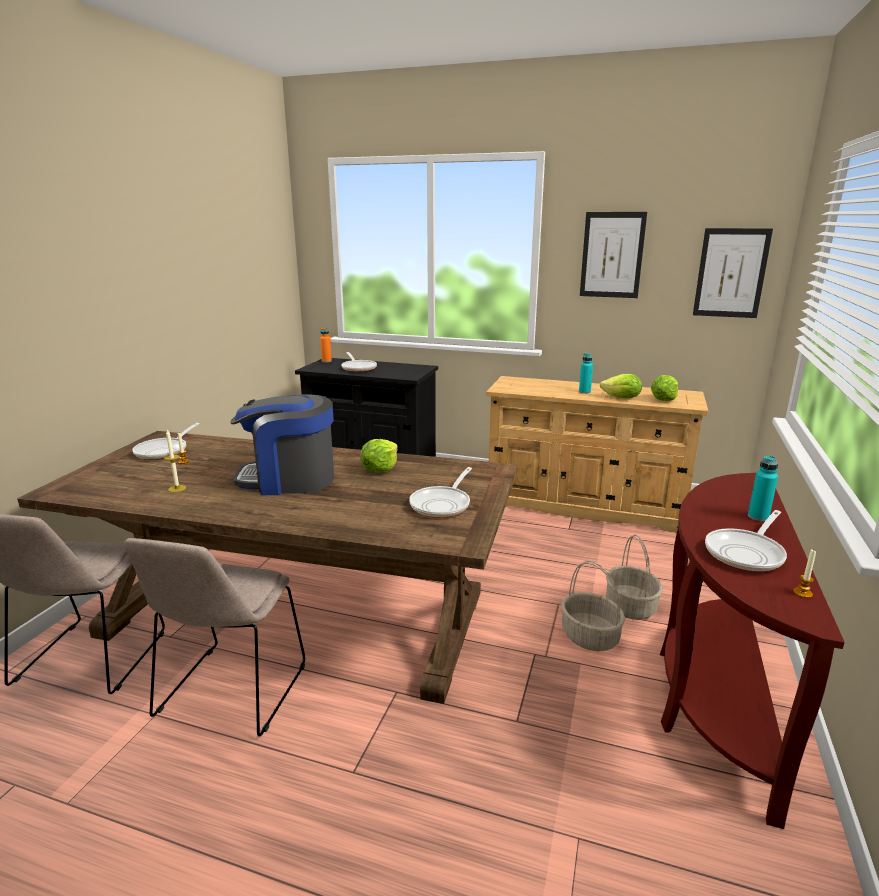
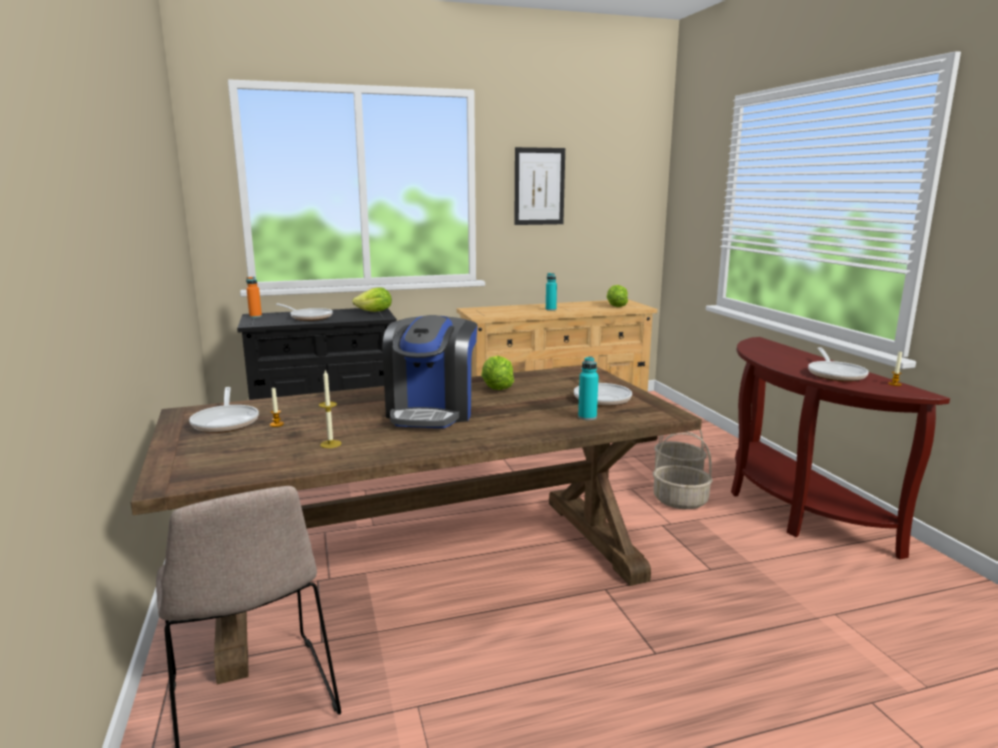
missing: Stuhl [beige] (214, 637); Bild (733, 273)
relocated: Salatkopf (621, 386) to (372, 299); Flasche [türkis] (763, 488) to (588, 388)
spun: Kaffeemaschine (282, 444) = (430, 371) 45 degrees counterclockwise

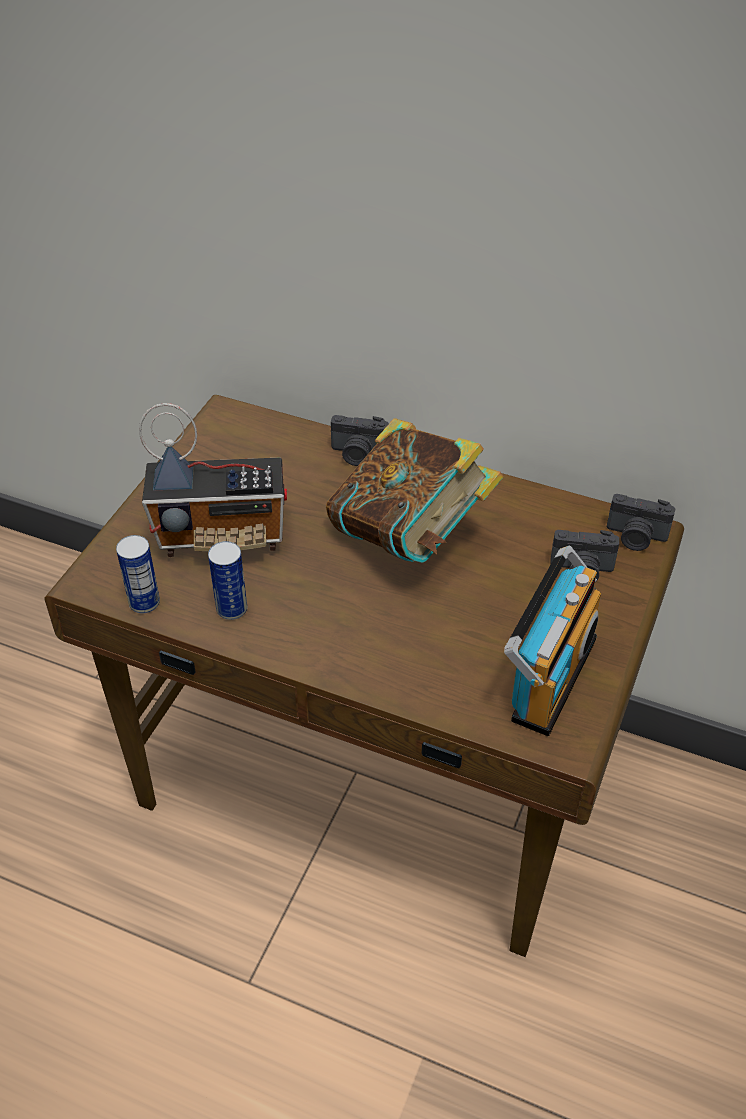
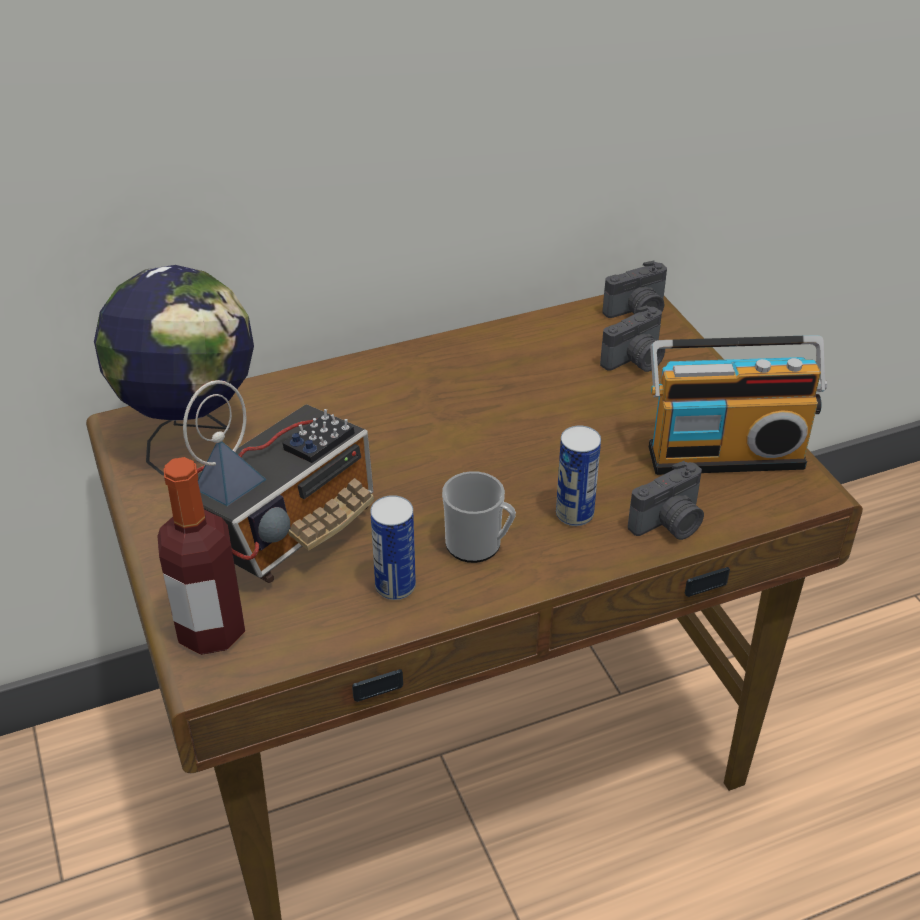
missing: Buch (414, 490)
appeared: Globus (174, 370); Flasche (201, 556); Henkelbecher (479, 517)
relocated: Dose (138, 574) to (578, 475); Kamera (360, 440) to (666, 500)
spun: Radio (552, 641) = (738, 405) 105 degrees clockwise

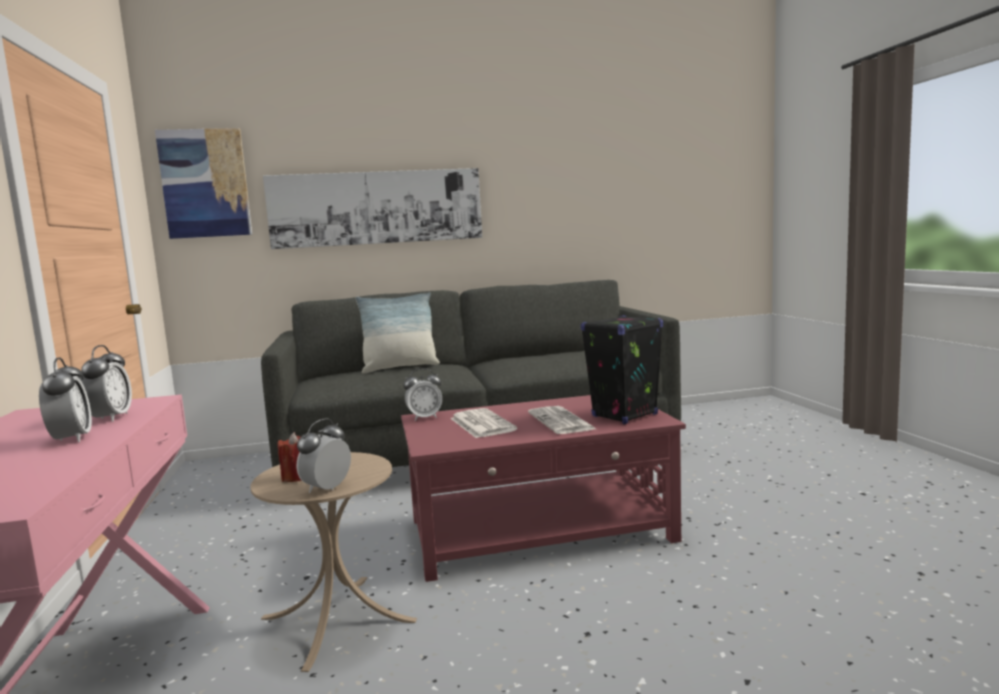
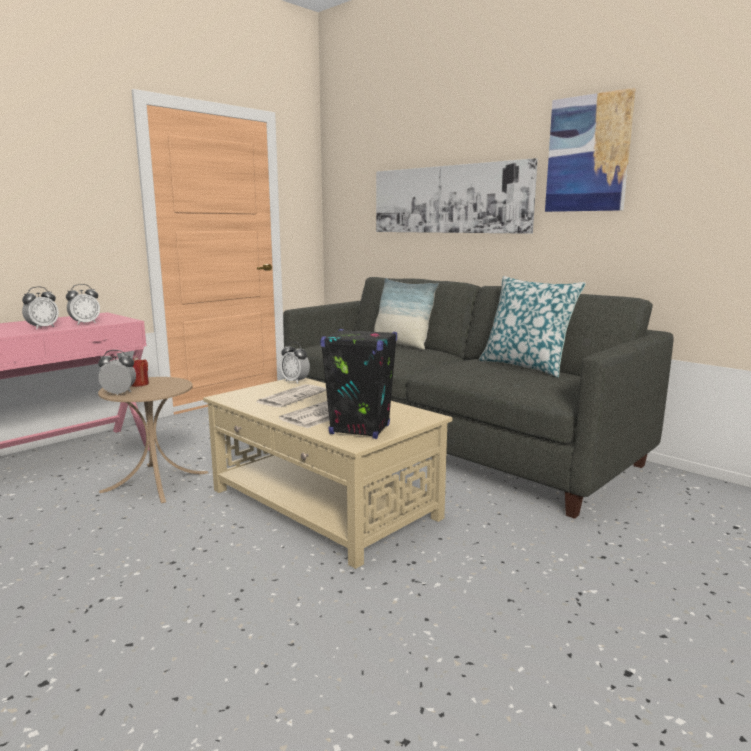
appeared: Kissen (532, 326)
relocated: Bild (203, 183) to (590, 150)
colour: Couchtisch [rot] (543, 488) to Couchtisch [beige] (327, 473)

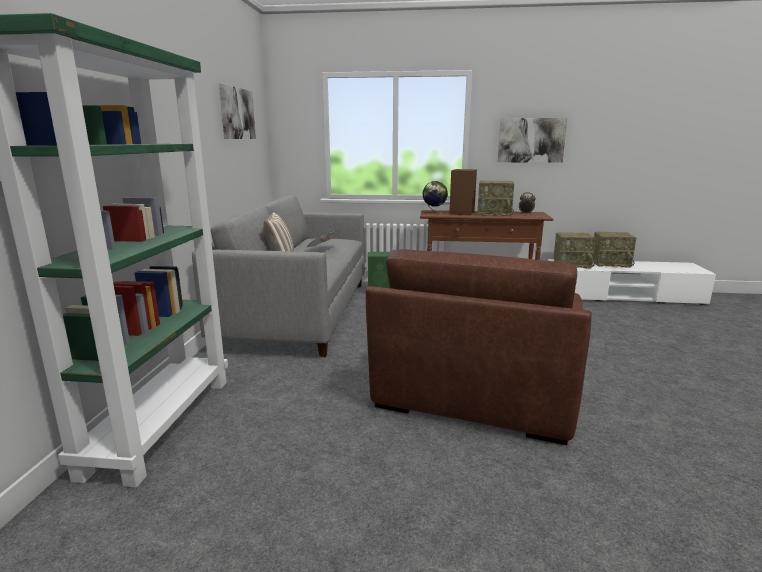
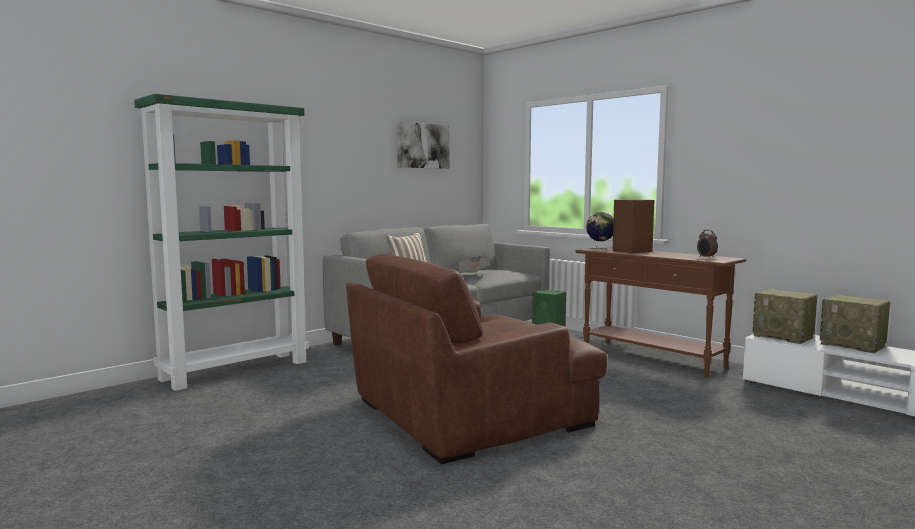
missing: Radio (496, 198); Bild (532, 140)

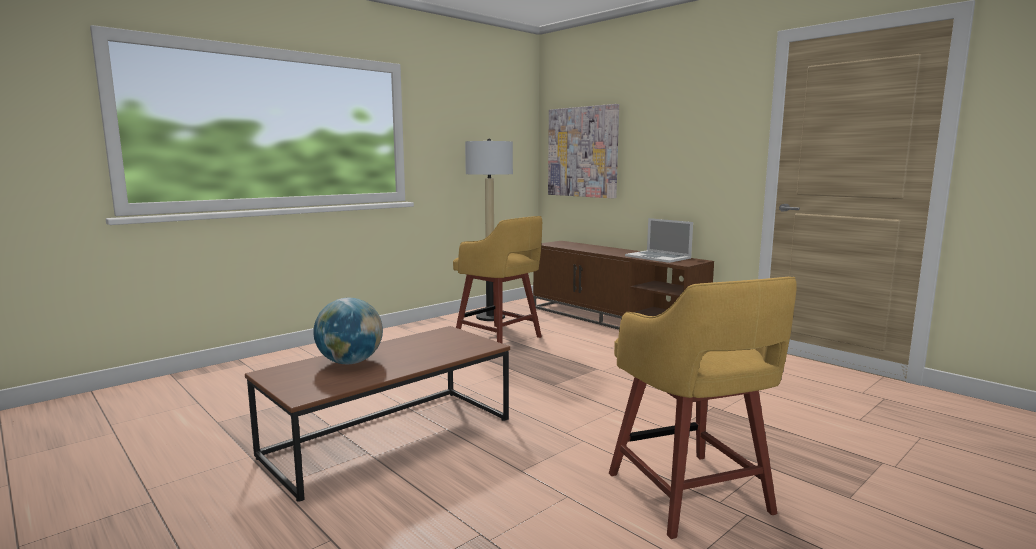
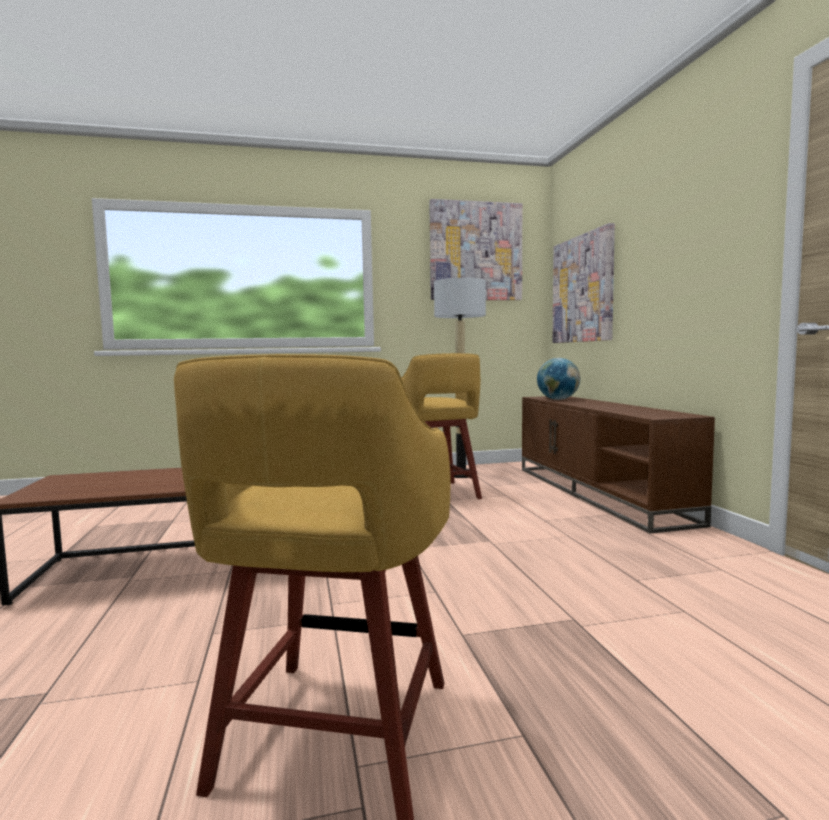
missing: Laptop (659, 240)
appeared: Bild (475, 249)
relocated: Globus (348, 331) to (558, 379)

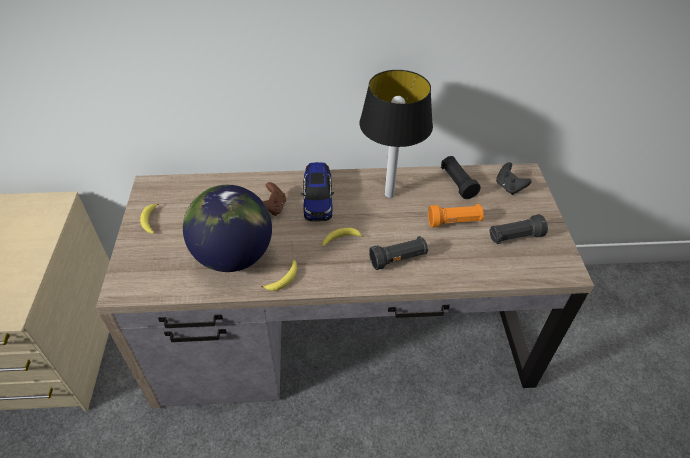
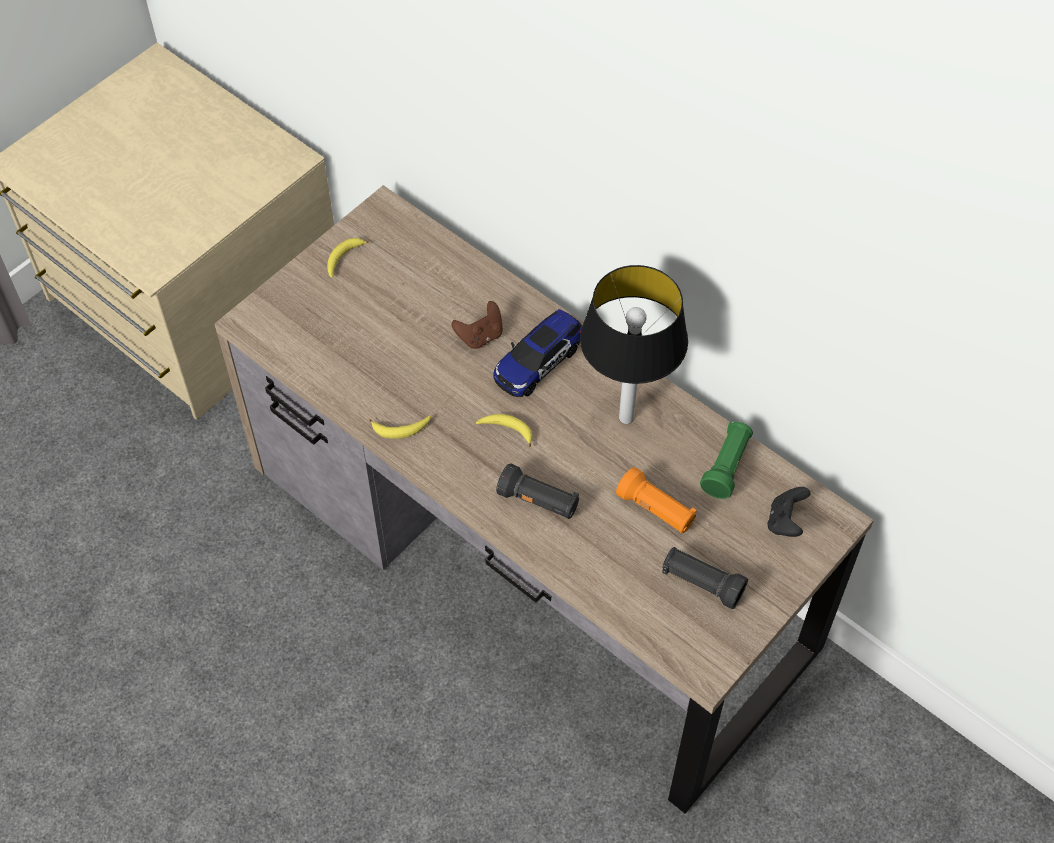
missing: Globus (227, 228)
colour: Taschenlampe [schwarz] (461, 177) to Taschenlampe [grün] (726, 460)

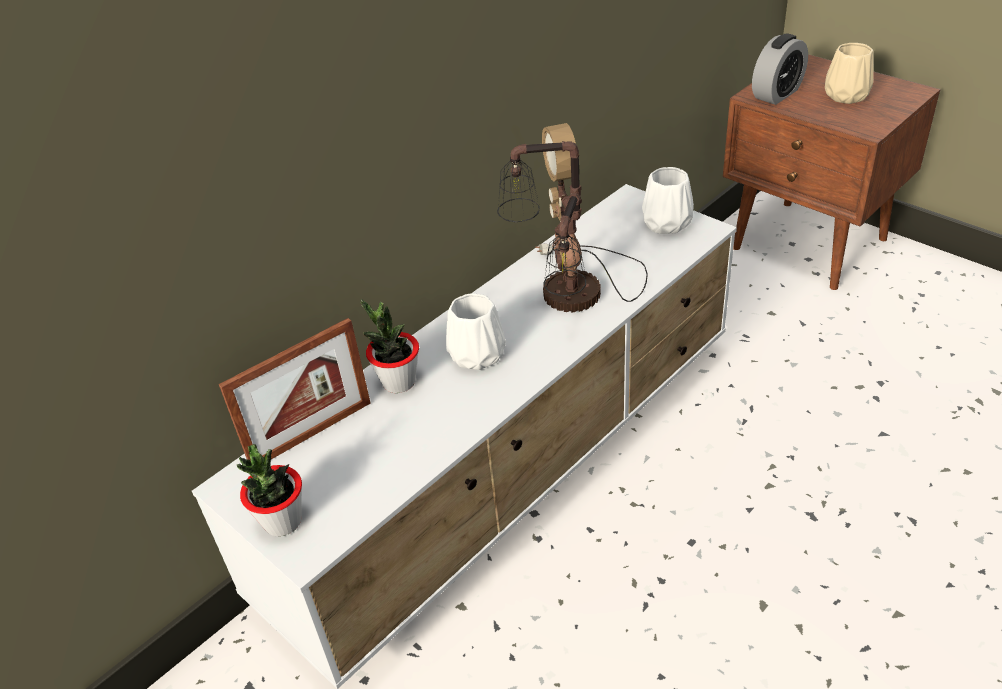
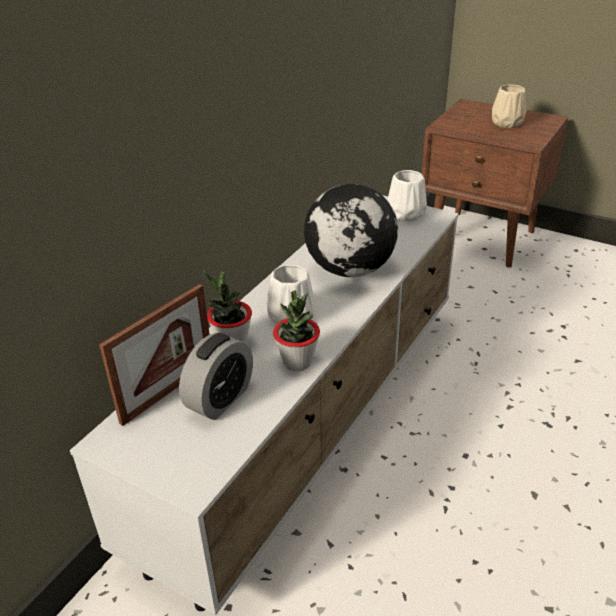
relocated: Topfpflanze (269, 490) to (296, 330); Wecker (780, 69) to (216, 376)
exchanged: Tischlampe (572, 218) to Globus (351, 230)

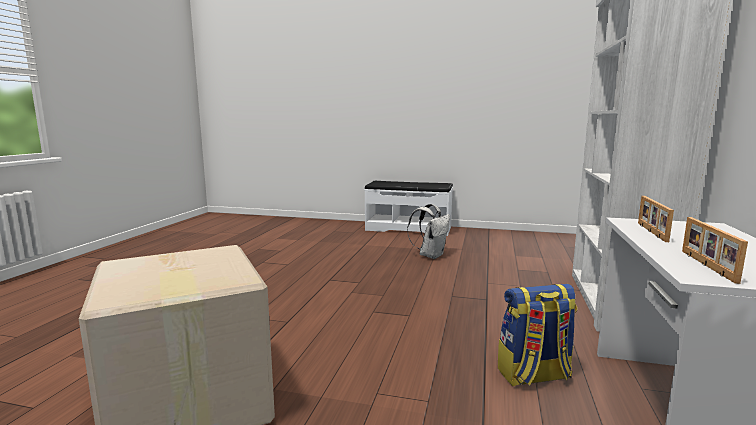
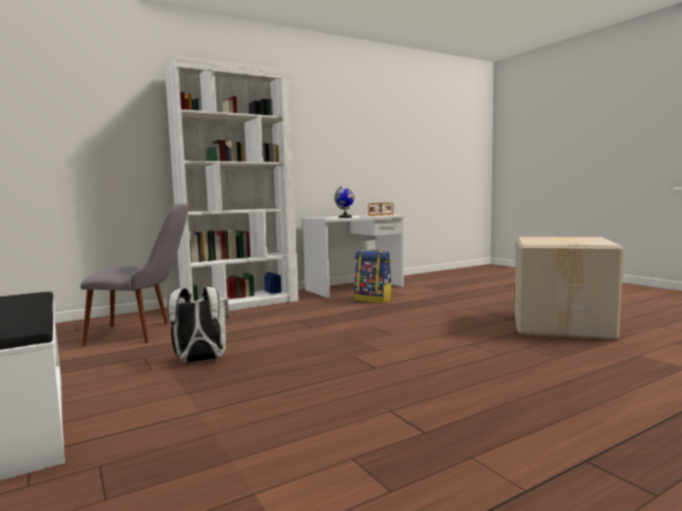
appeared: Stuhl [grau] (134, 274)
exchanged: Bilderrahmen (656, 219) to Globus (344, 202)

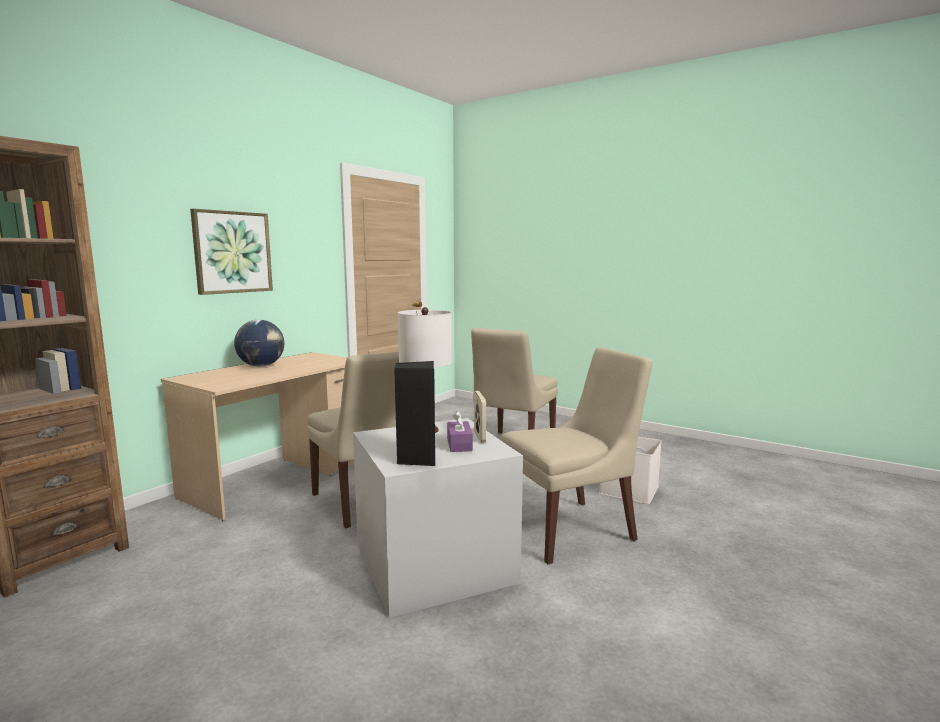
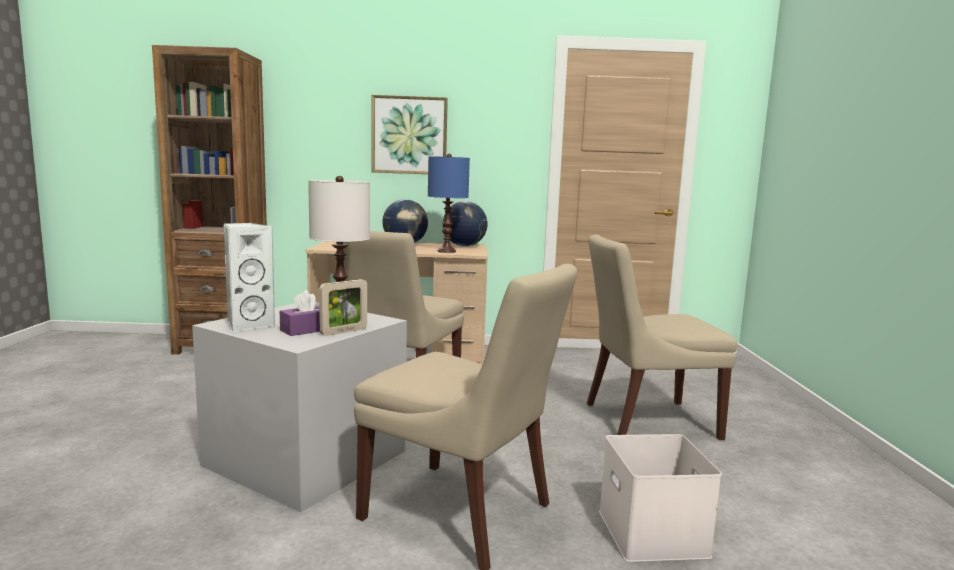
appeared: Tischlampe [blau] (449, 203); Globus (465, 223)
colour: Lautsprecher [schwarz] (414, 413) to Lautsprecher [weiß] (249, 277)

